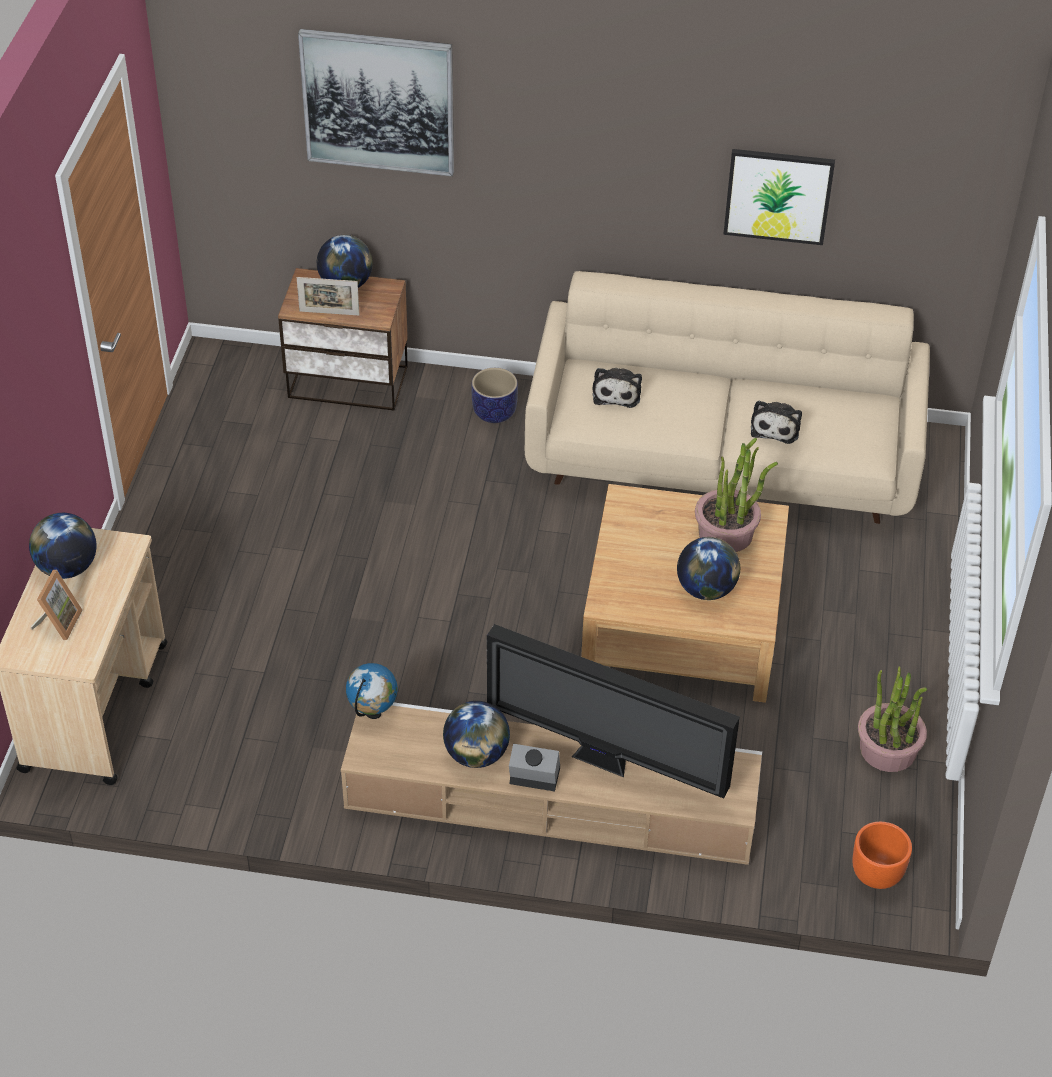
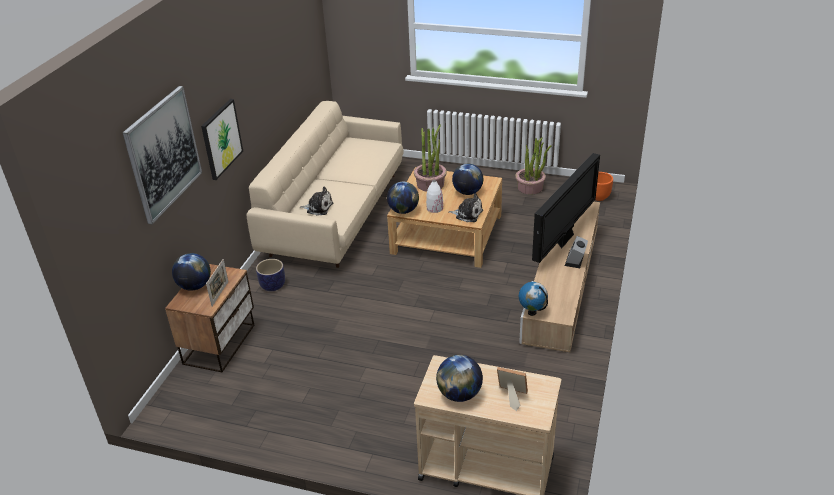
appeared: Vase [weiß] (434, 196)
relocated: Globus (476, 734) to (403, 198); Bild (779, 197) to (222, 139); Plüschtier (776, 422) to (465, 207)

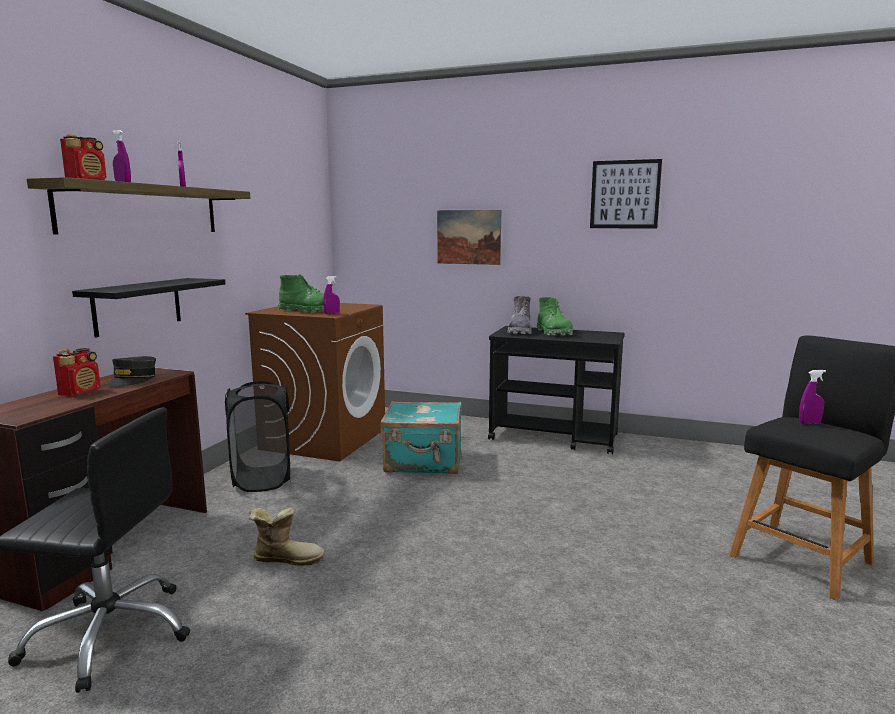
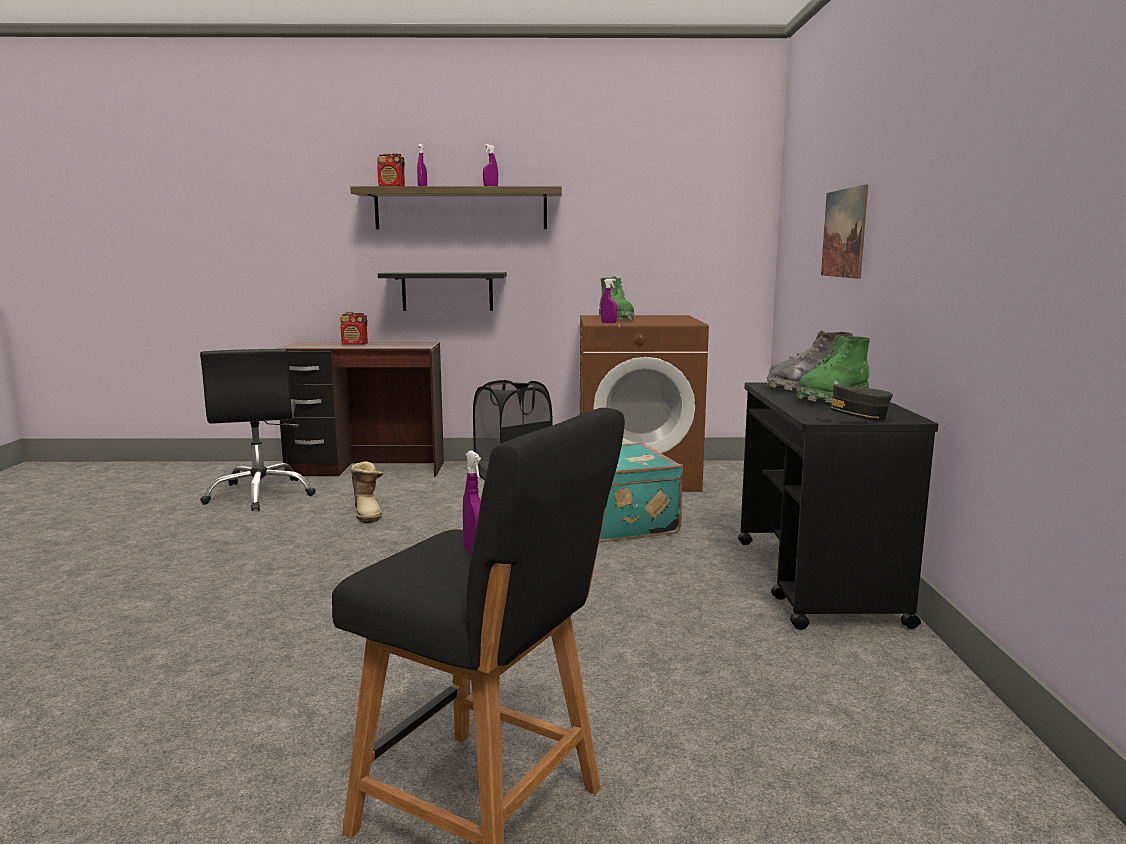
missing: Bild (626, 193)
relocated: Kappe [grau] (132, 371) to (854, 403)

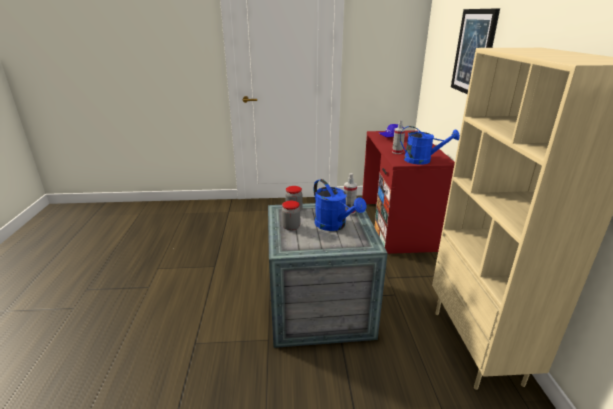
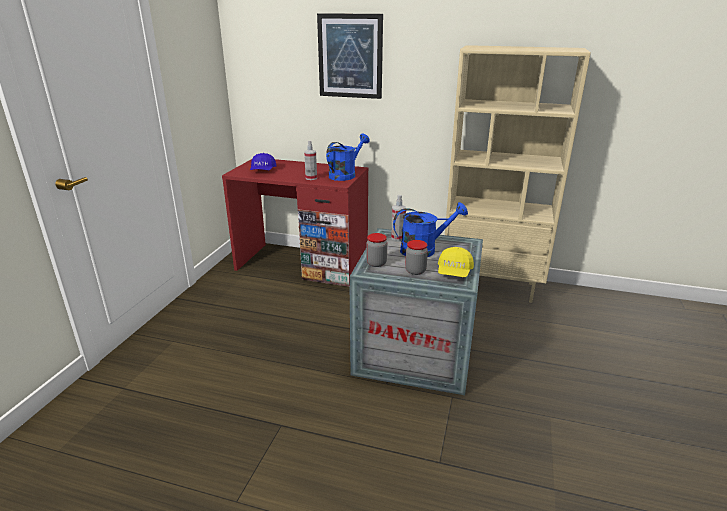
appeared: Kappe [gelb] (456, 262)

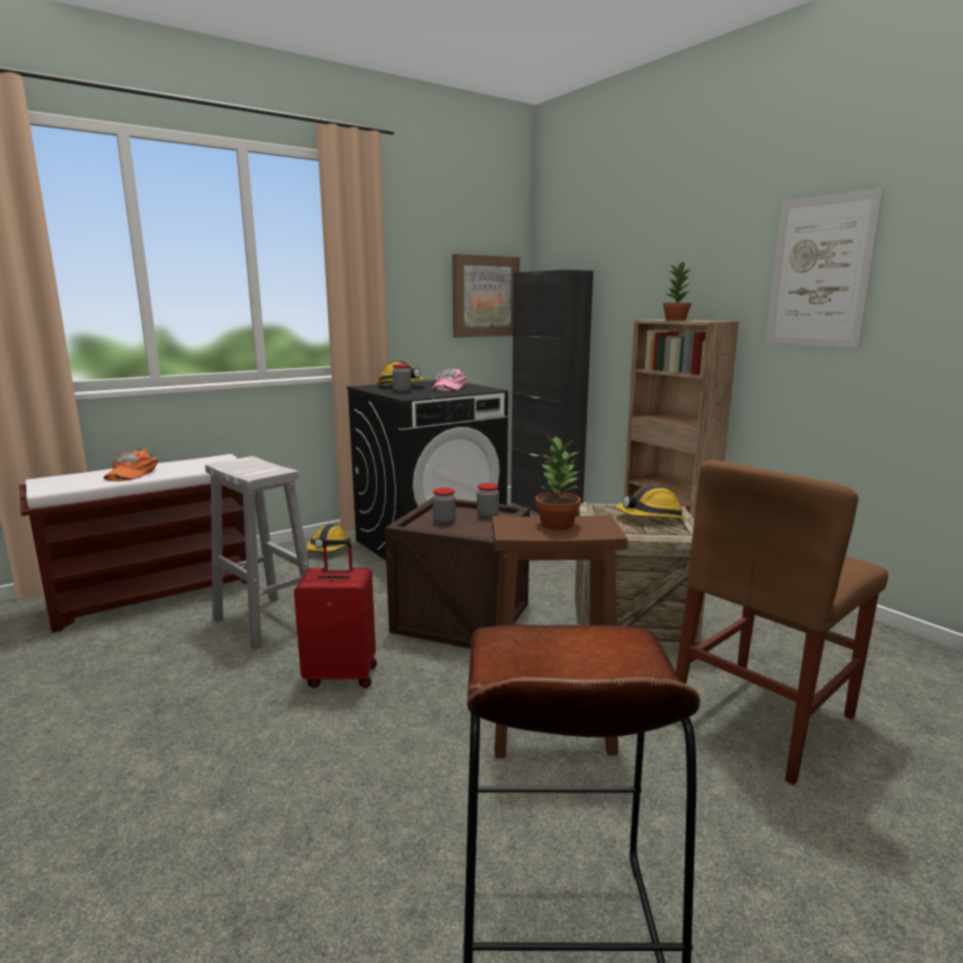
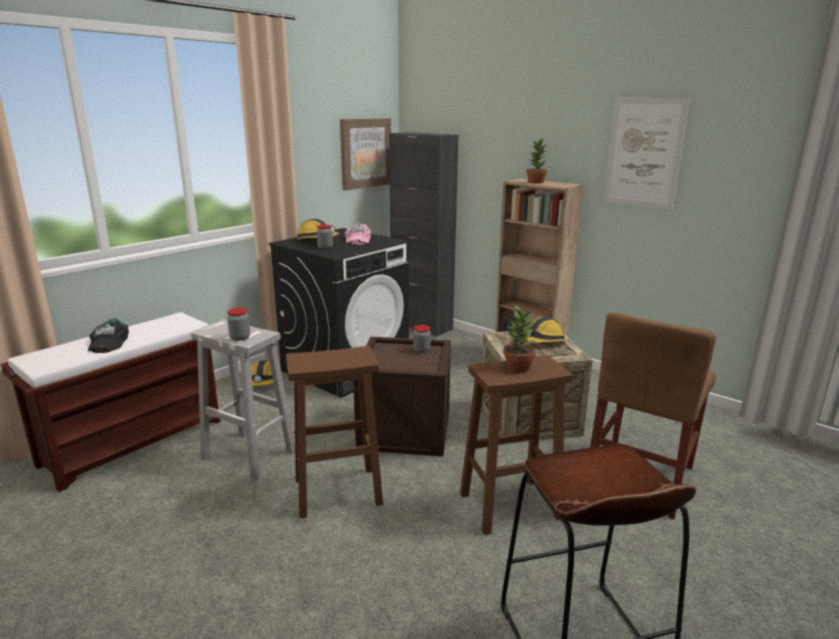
relocated: Vorratsglas (444, 506) to (238, 324)
exchanged: Koffer [rot] (335, 614) to Hocker [braun] (334, 432)
colour: Kappe [orange] (130, 464) to Kappe [schwarz] (108, 335)

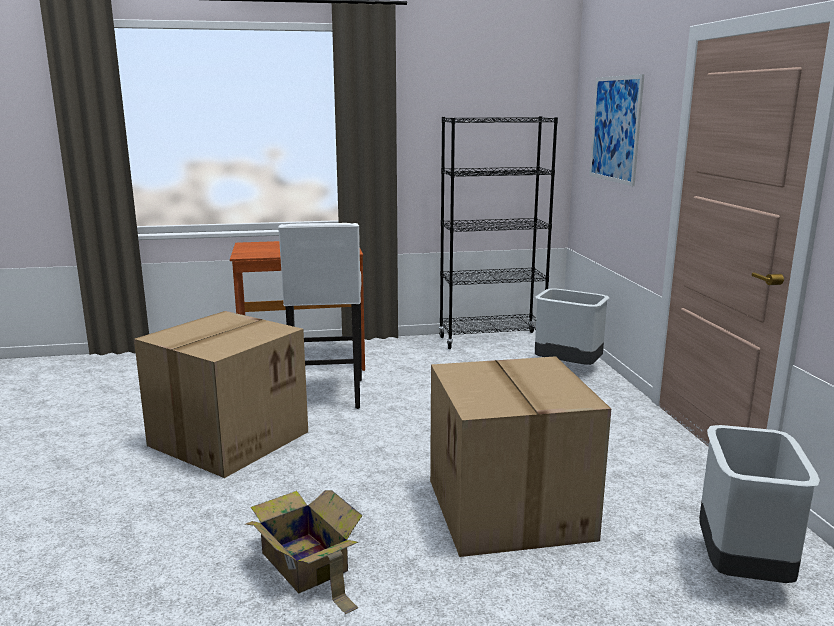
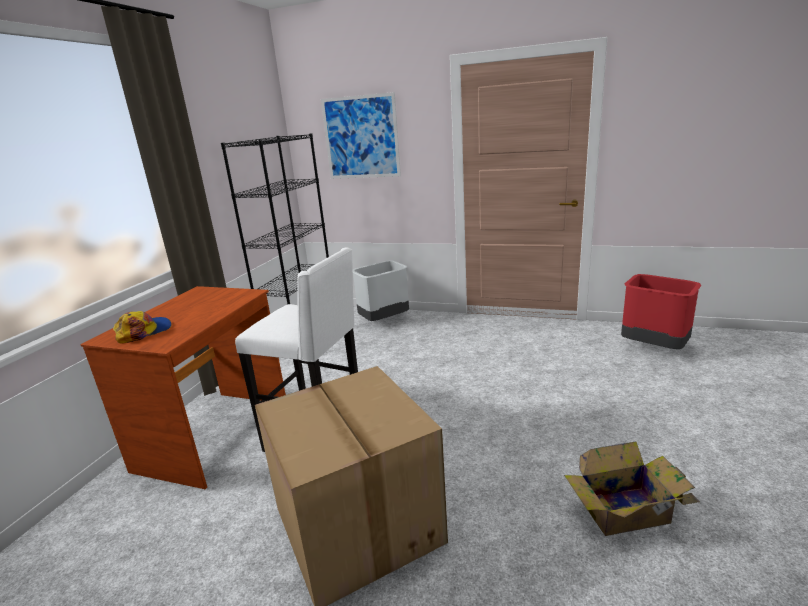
missing: Karton (520, 456)
appeared: Kappe (142, 327)
colour: Mülleimer [grau] (759, 504) to Mülleimer [rot] (661, 311)

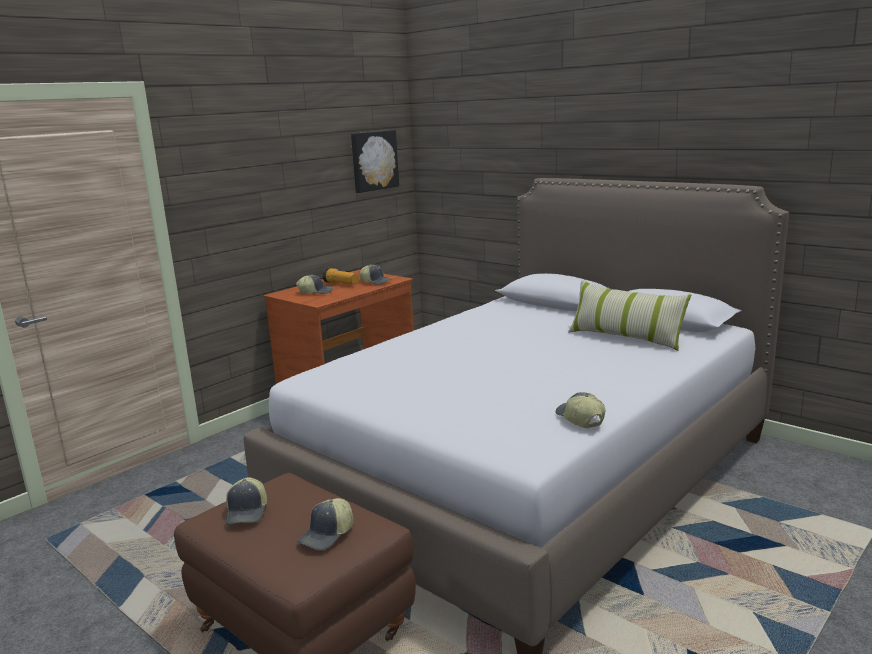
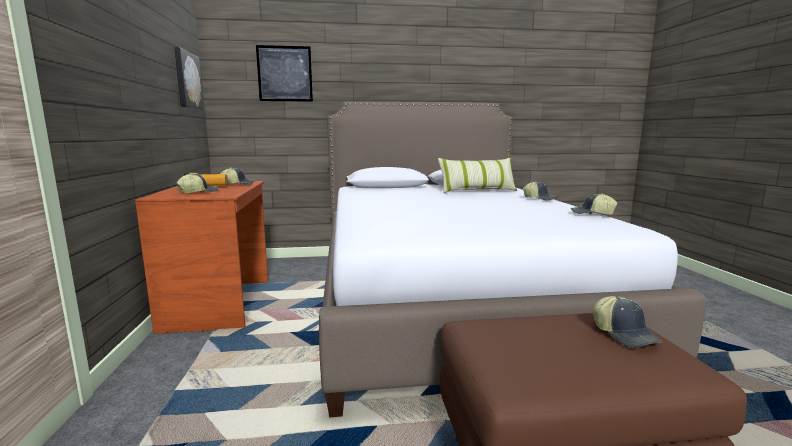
appeared: Bild (284, 73)
relocated: Kappe (246, 501) to (540, 191)

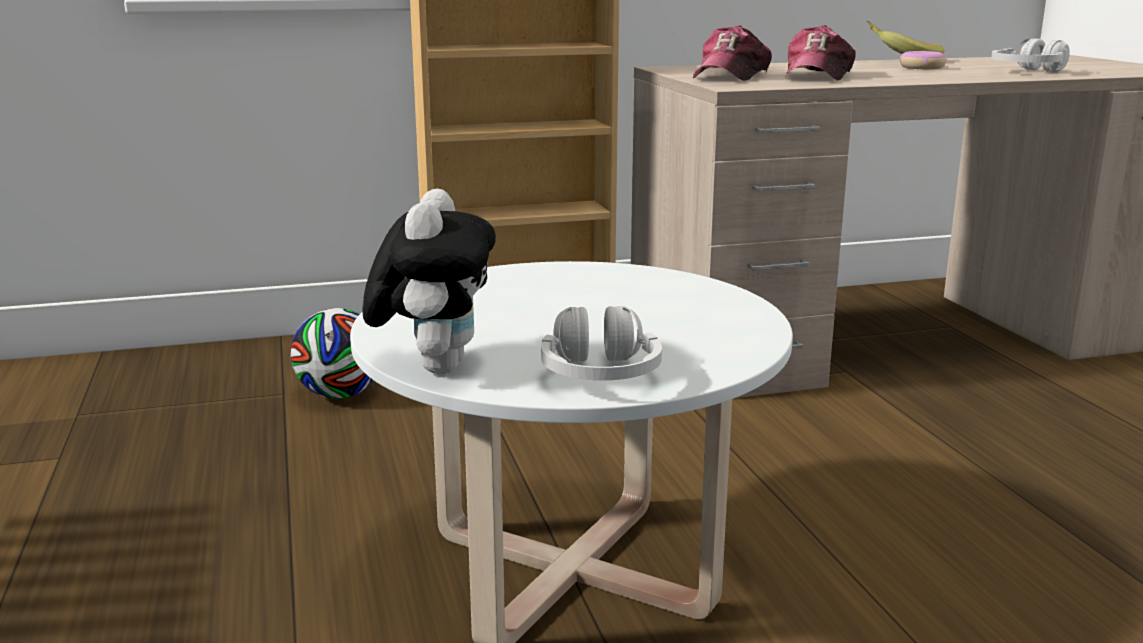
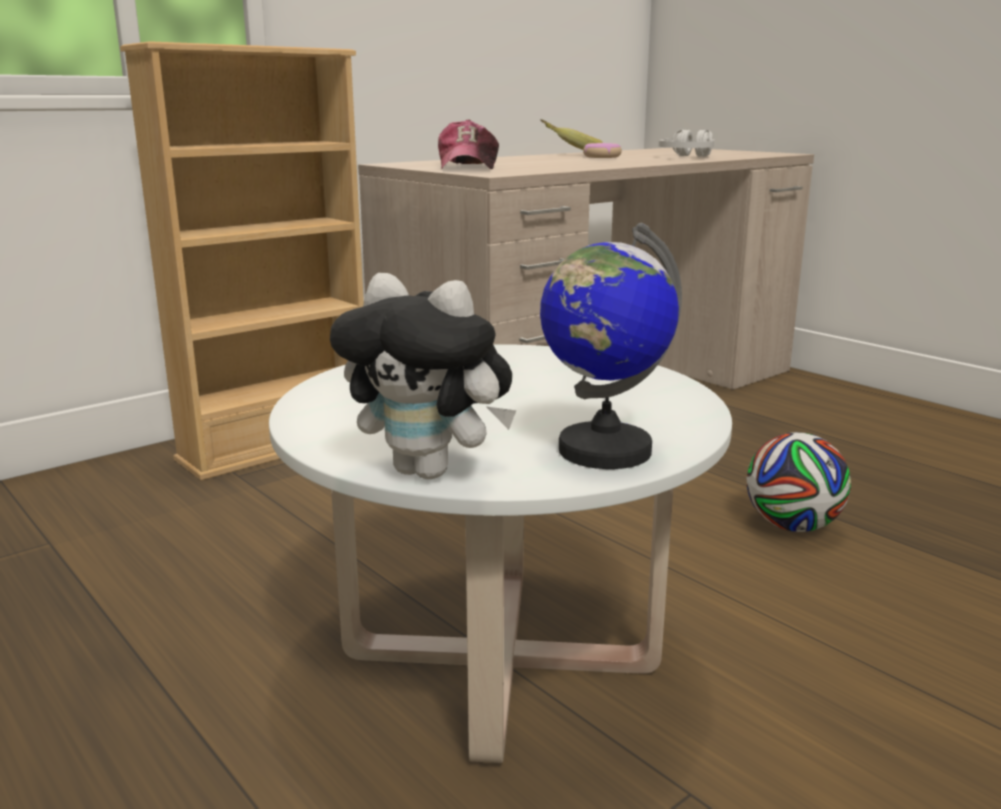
missing: Kappe (820, 53)
relocated: Fußball (332, 353) to (799, 482)
exchanged: Kopfhörer [weiß] (601, 343) to Globus (611, 345)
spun: Plüschtier (429, 281) = (423, 376) 135 degrees clockwise

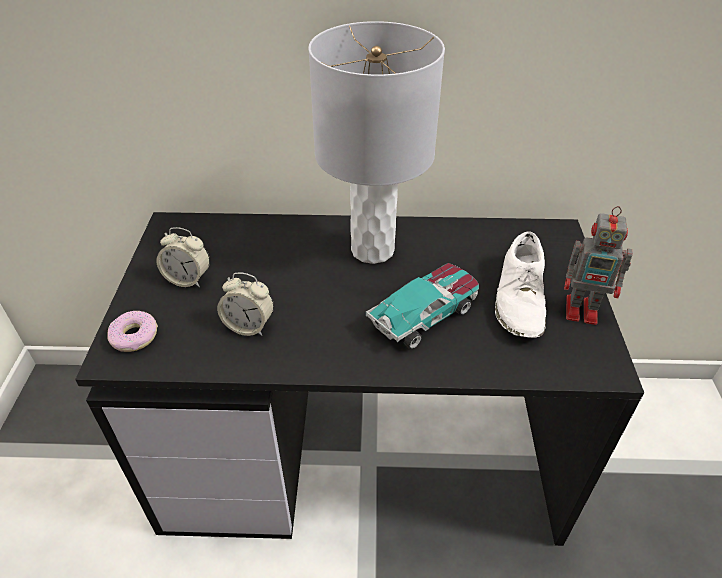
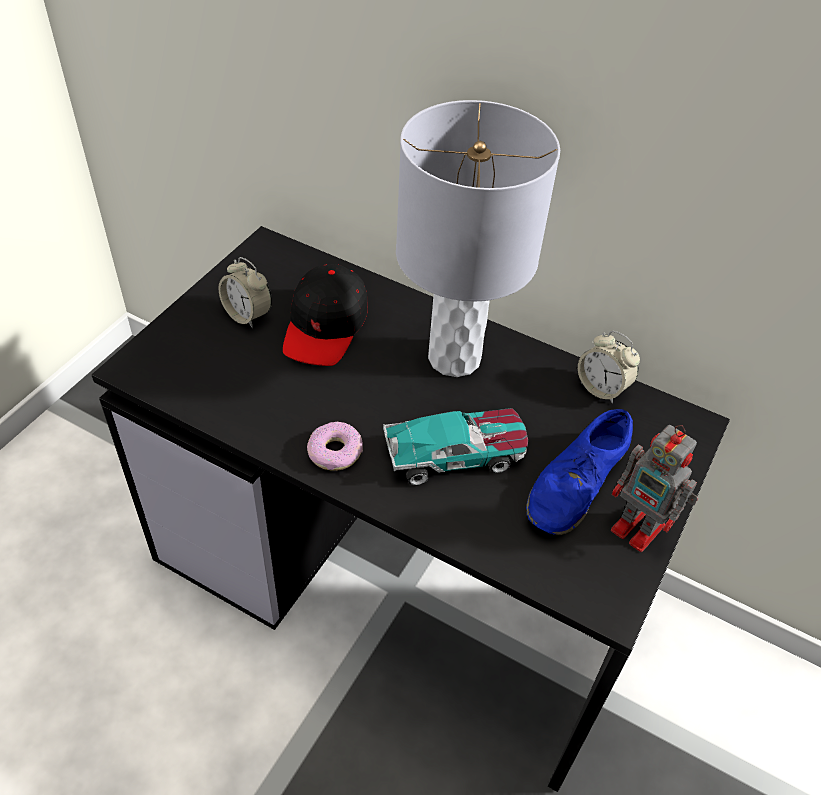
appeared: Kappe [schwarz] (325, 315)
relocated: Donut (132, 331) to (335, 446); Wecker (245, 304) to (609, 367)
colour: Schuh [weiß] (520, 284) to Schuh [blau] (579, 472)

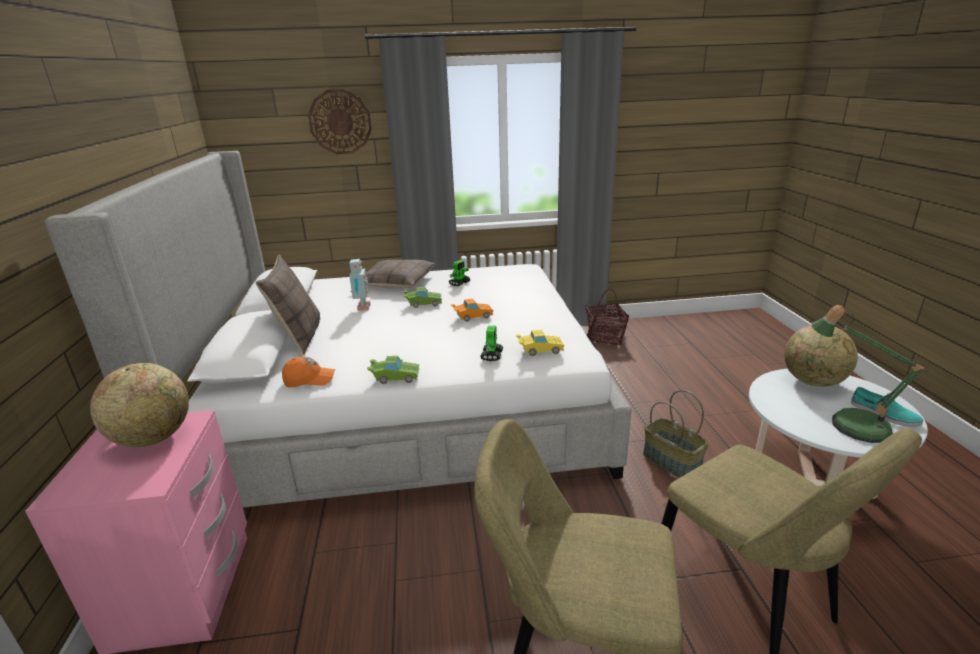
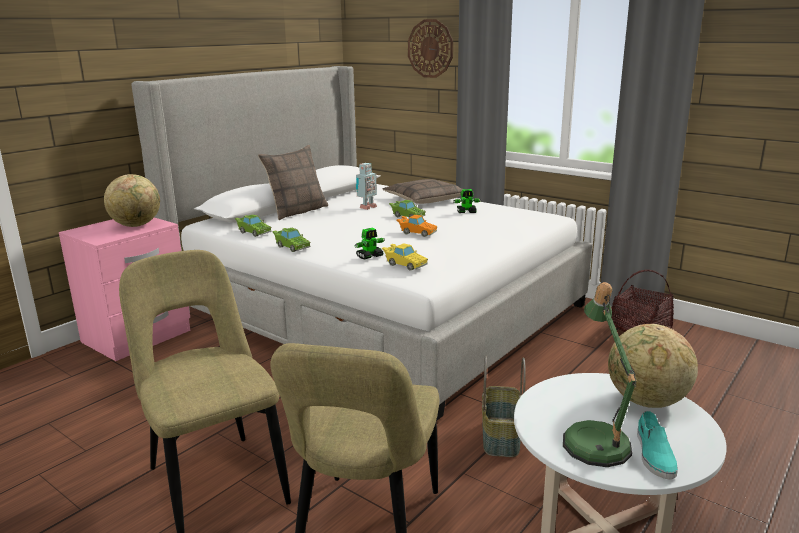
exchanged: Kappe [orange] (308, 372) to Spielzeugauto [grün] (252, 225)

